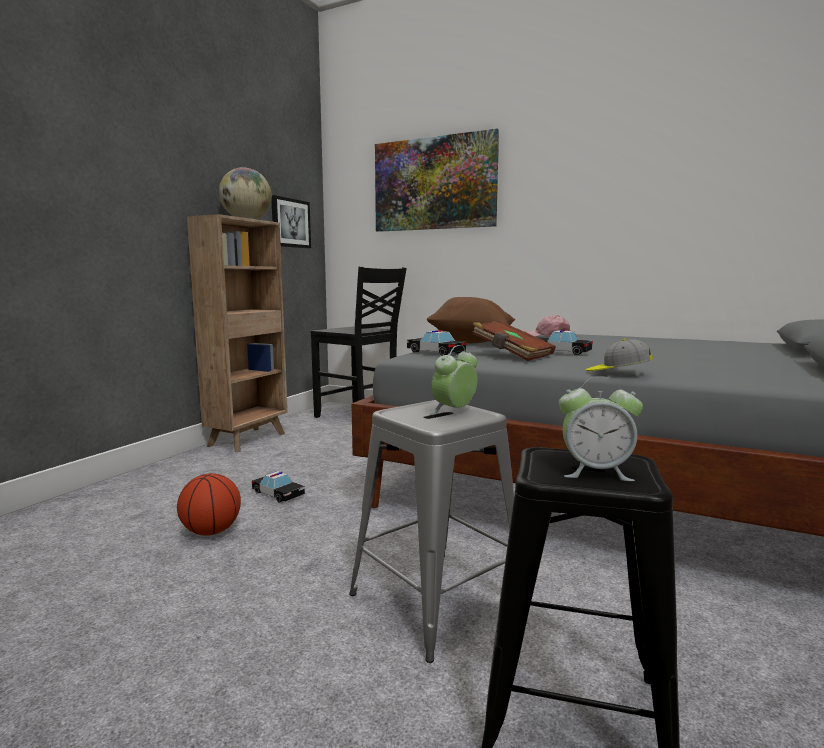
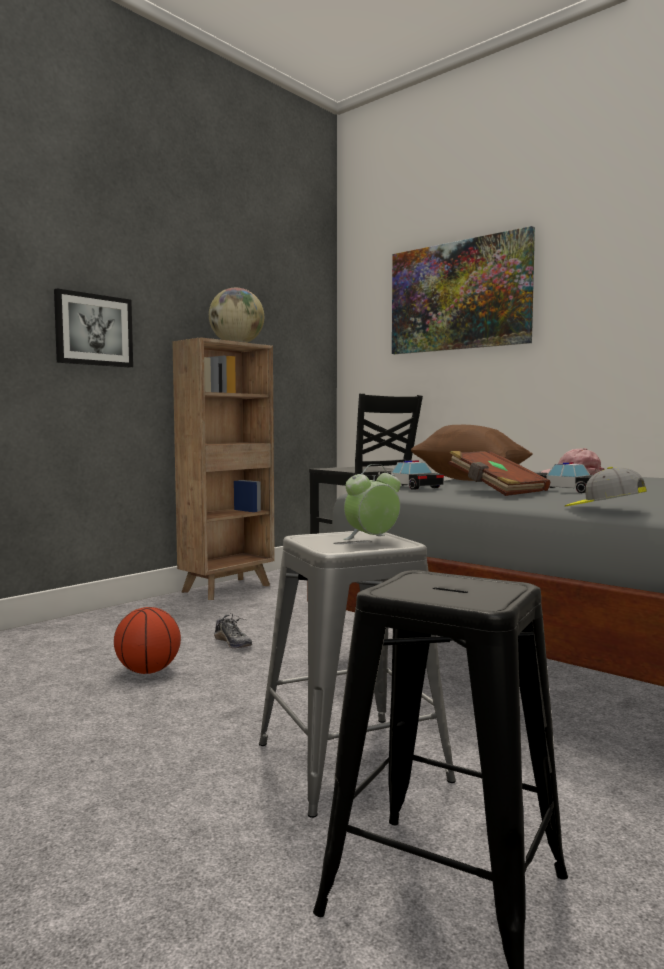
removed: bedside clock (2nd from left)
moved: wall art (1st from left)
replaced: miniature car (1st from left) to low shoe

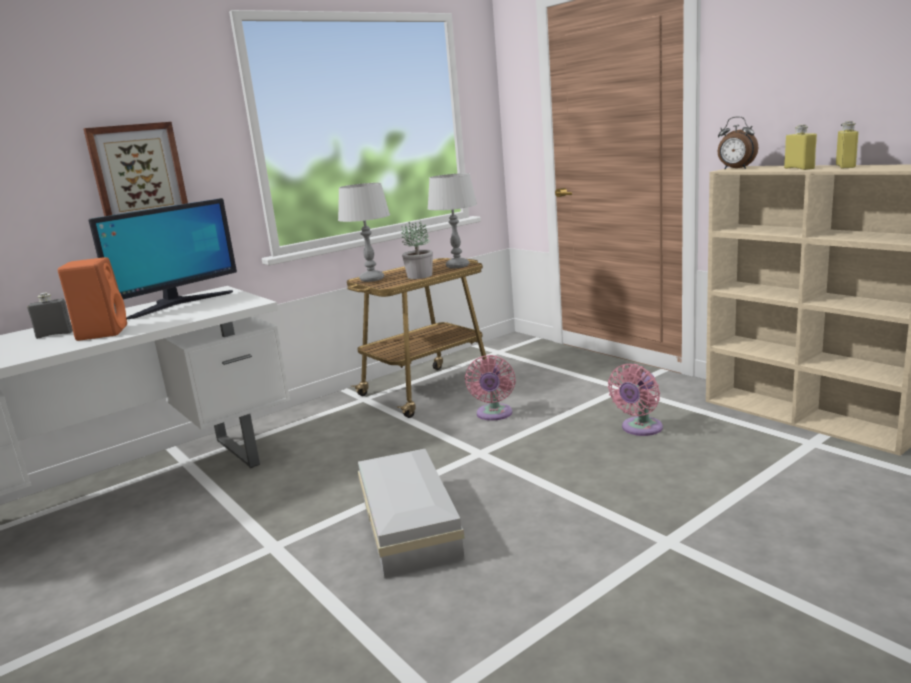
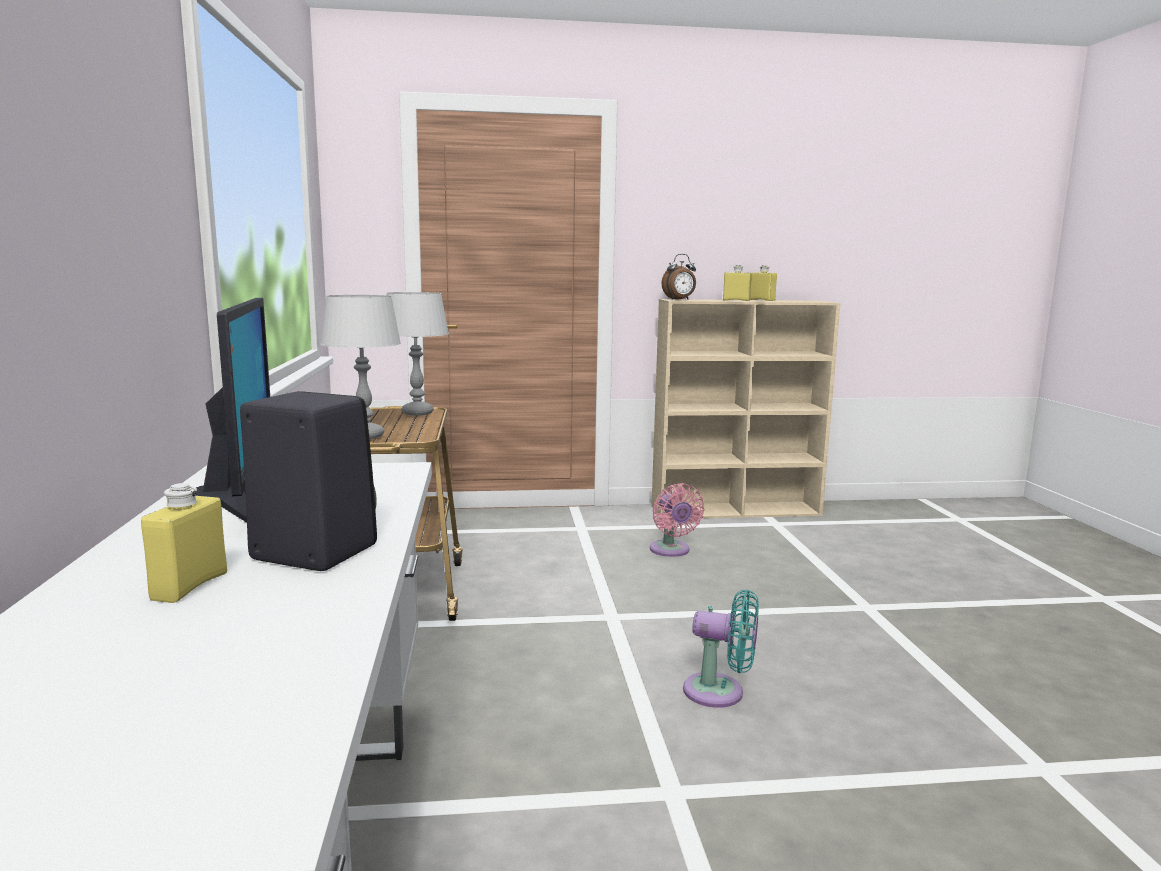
removed: wall art; plant in a pot; pinkish cooling fan (1st from left)
replaced: whitish storage container to blue-green cooling fan
recoloured: greyish bottle to yellow-coloured bottle (1st from left); orange loudspeaker to black-coloured loudspeaker

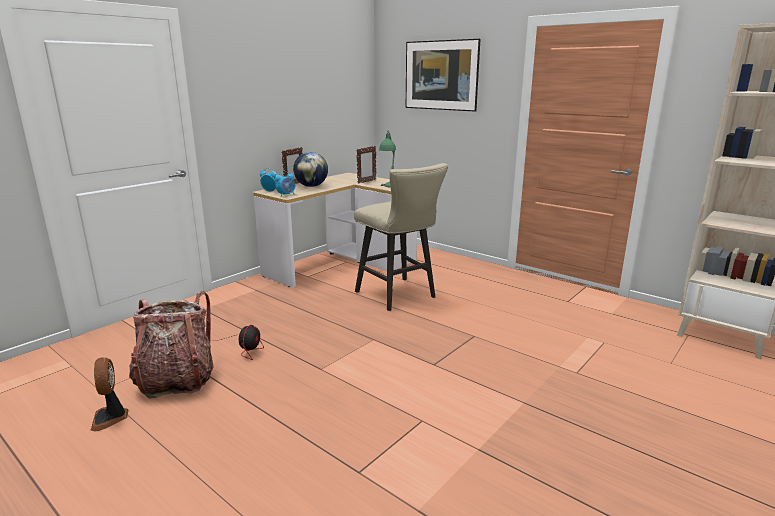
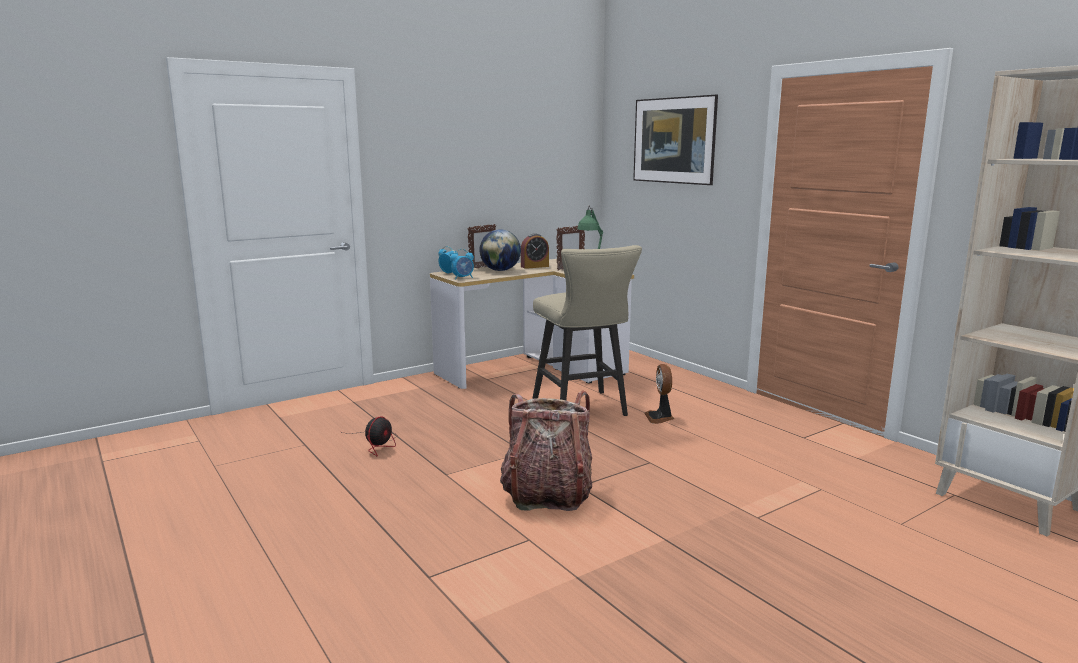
added: bedside clock (3rd from left)
moved: cooling fan (1st from left in the first image) to cooling fan (2nd from left); knapsack

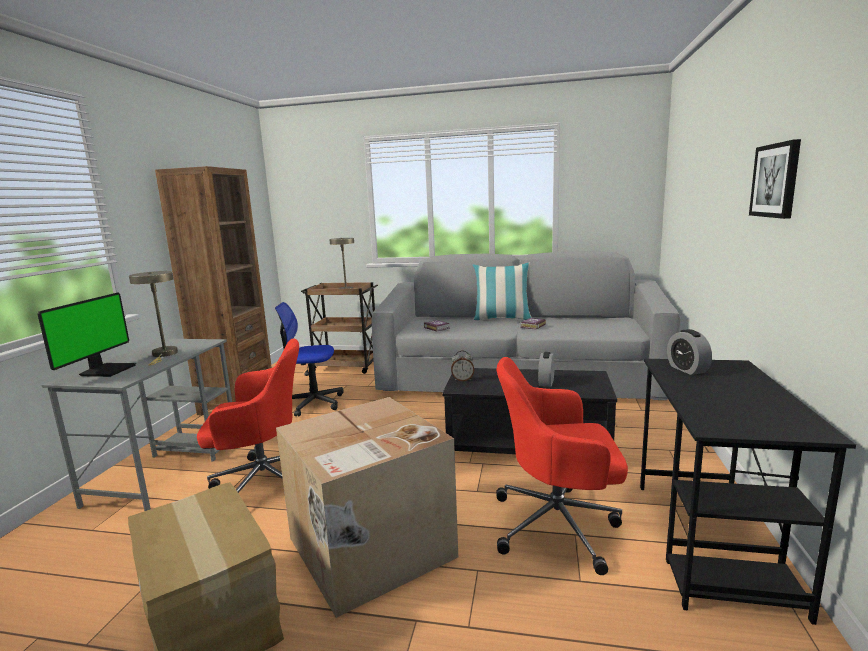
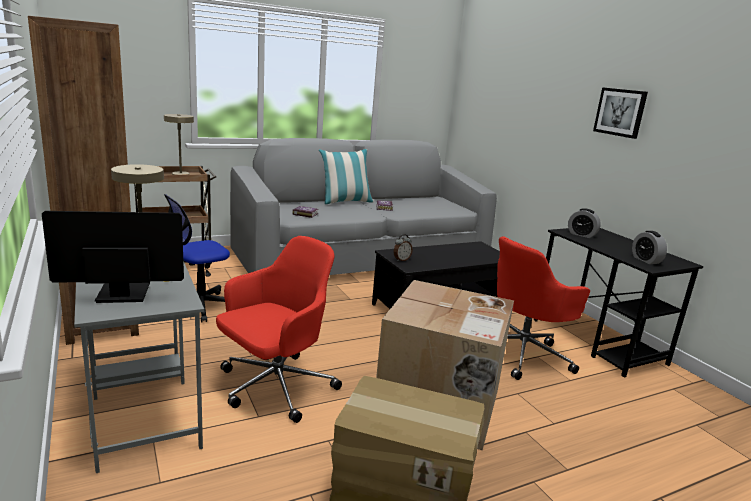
moved: bedside clock (2nd from left in the first image) to bedside clock (3rd from left)
turned: monitor 75 degrees counterclockwise

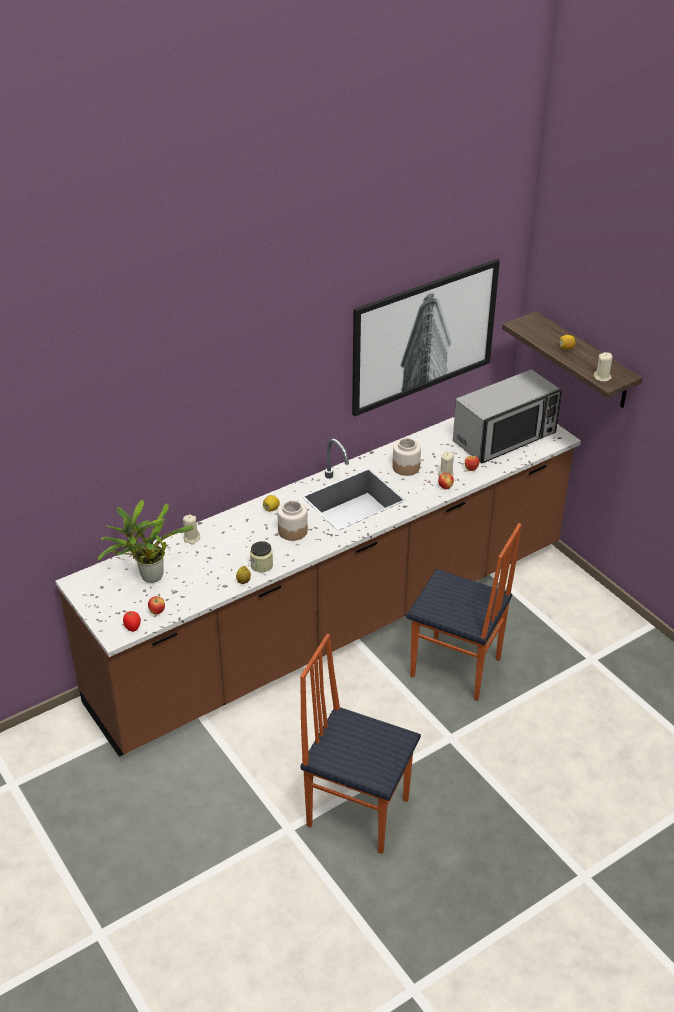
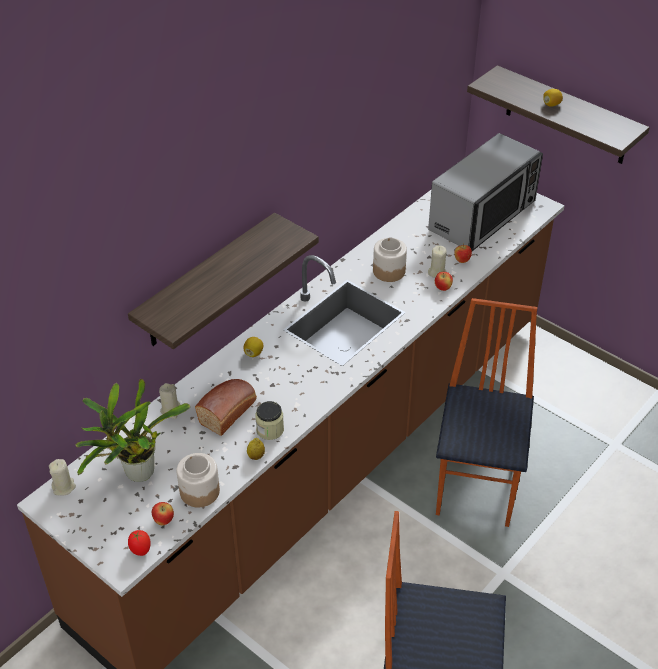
removed: wall art
added: shelf (1st from left); bakery bread
moved: preserve jar (2nd from left in the first image) to preserve jar (1st from left); beige wax candle (3rd from left in the first image) to beige wax candle (1st from left)
turned: chair (2nd from left) 90 degrees counterclockwise

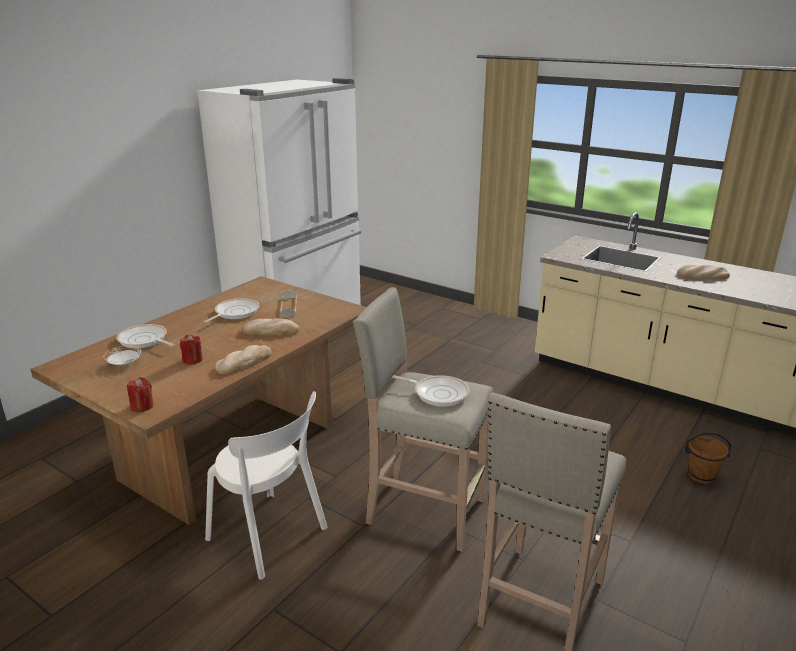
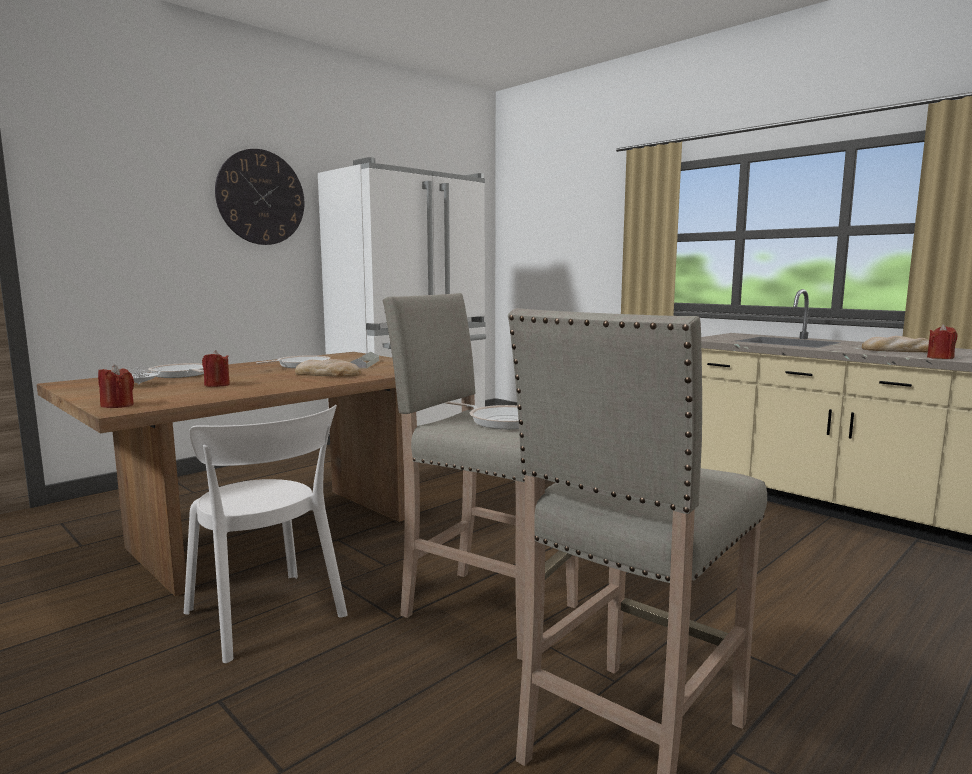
removed: bakery bread (1st from left); brown-coloured bucket
added: hanging clock; red-coloured wax candle (3rd from left)

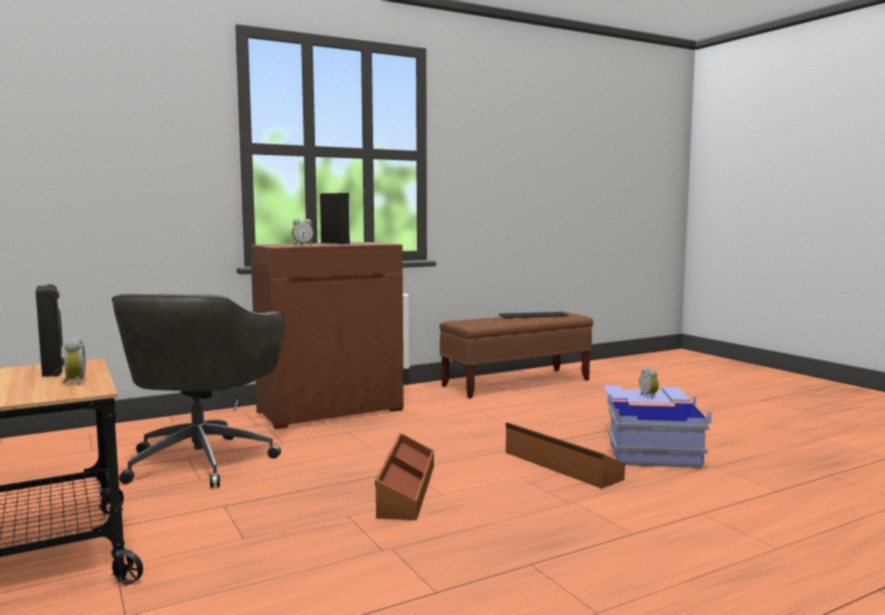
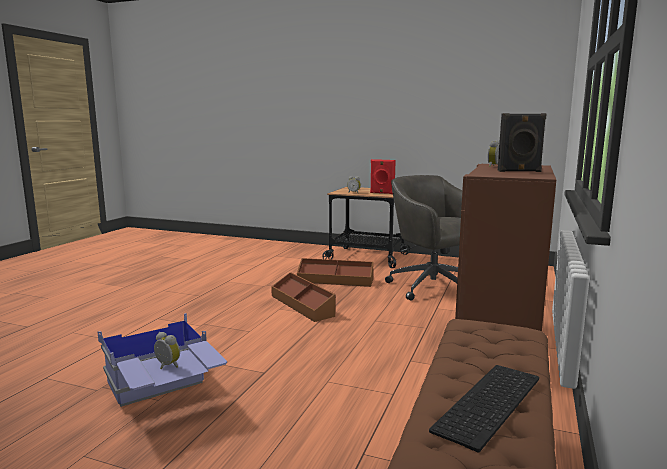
moved: brown-coloured storage container (2nd from left)
recoloured: black-coloured loudspeaker (1st from left) to red-coloured loudspeaker

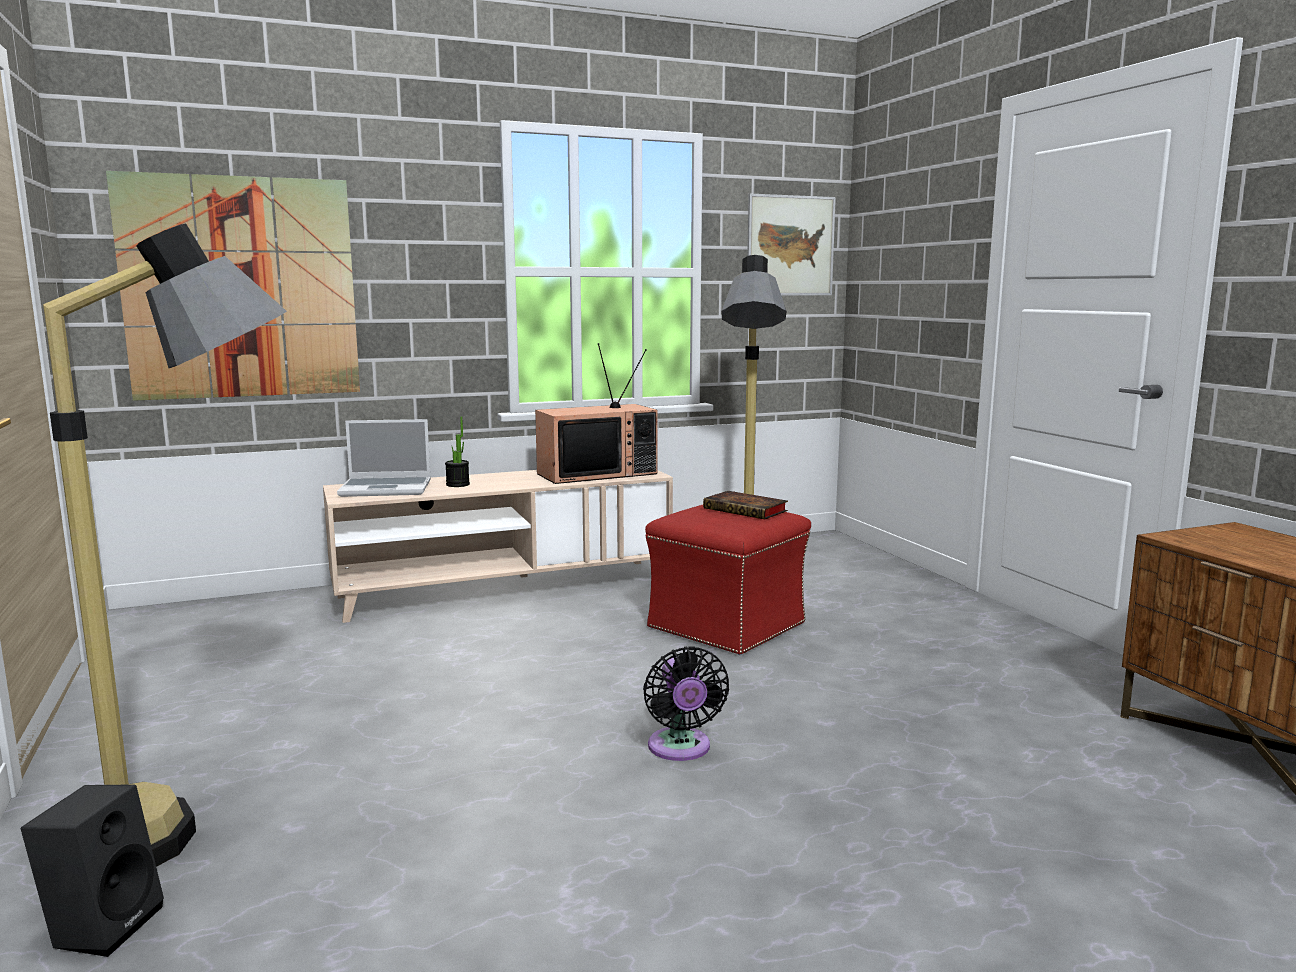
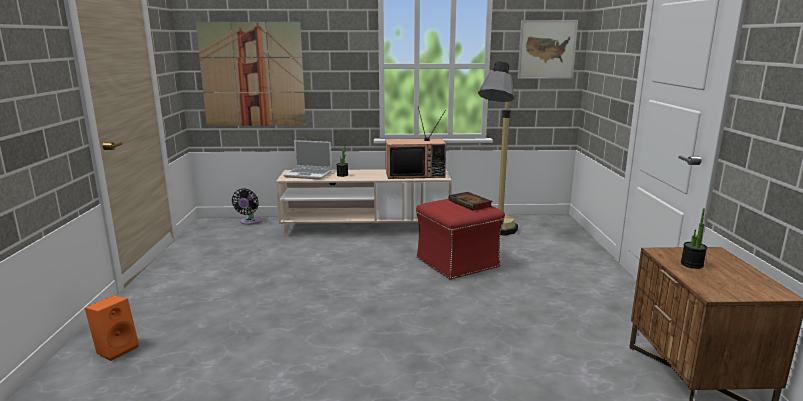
removed: standard lamp (1st from left)
added: plant in a pot (2nd from left)
moved: black-coloured cooling fan
recoloured: black-coloured loudspeaker to orange loudspeaker

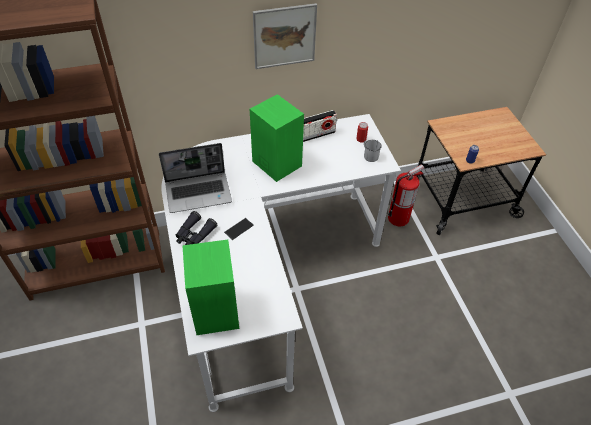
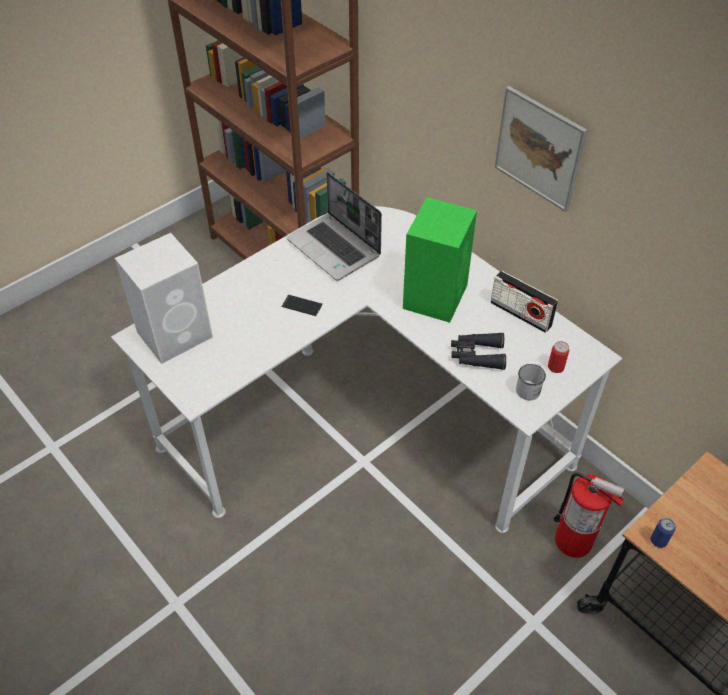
moved: black-coloured binoculars
recoloured: green loudspeaker (1st from left) to whitish loudspeaker

